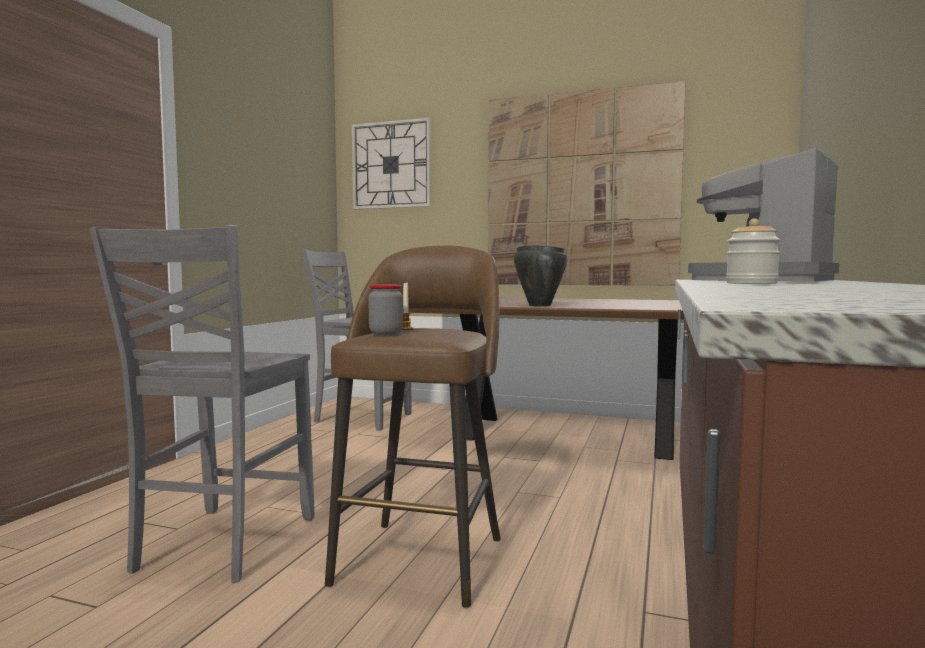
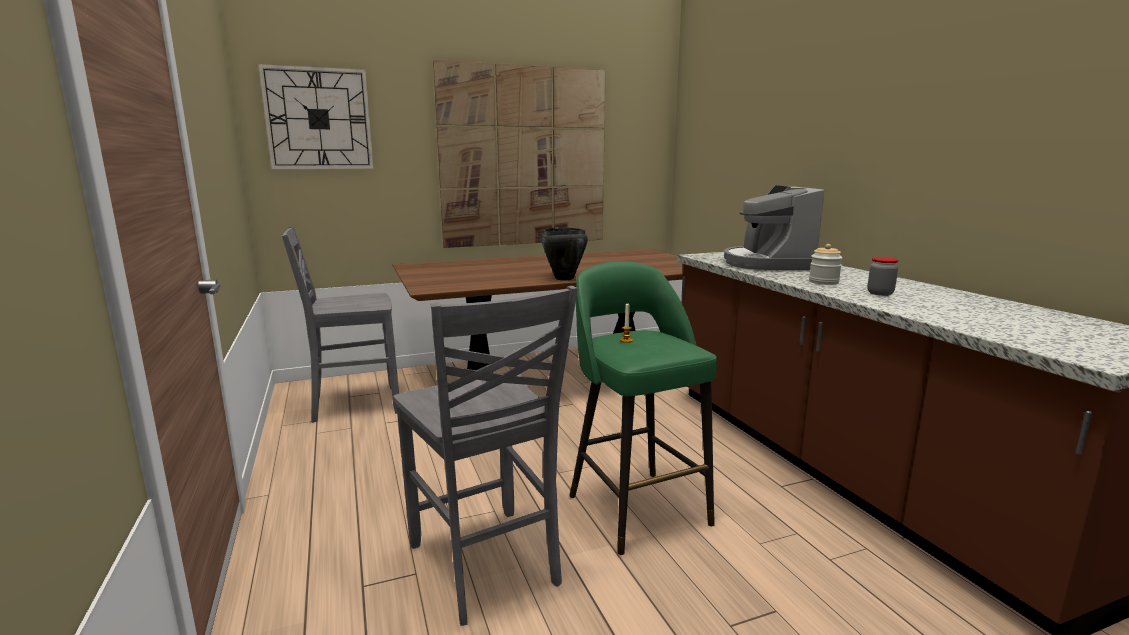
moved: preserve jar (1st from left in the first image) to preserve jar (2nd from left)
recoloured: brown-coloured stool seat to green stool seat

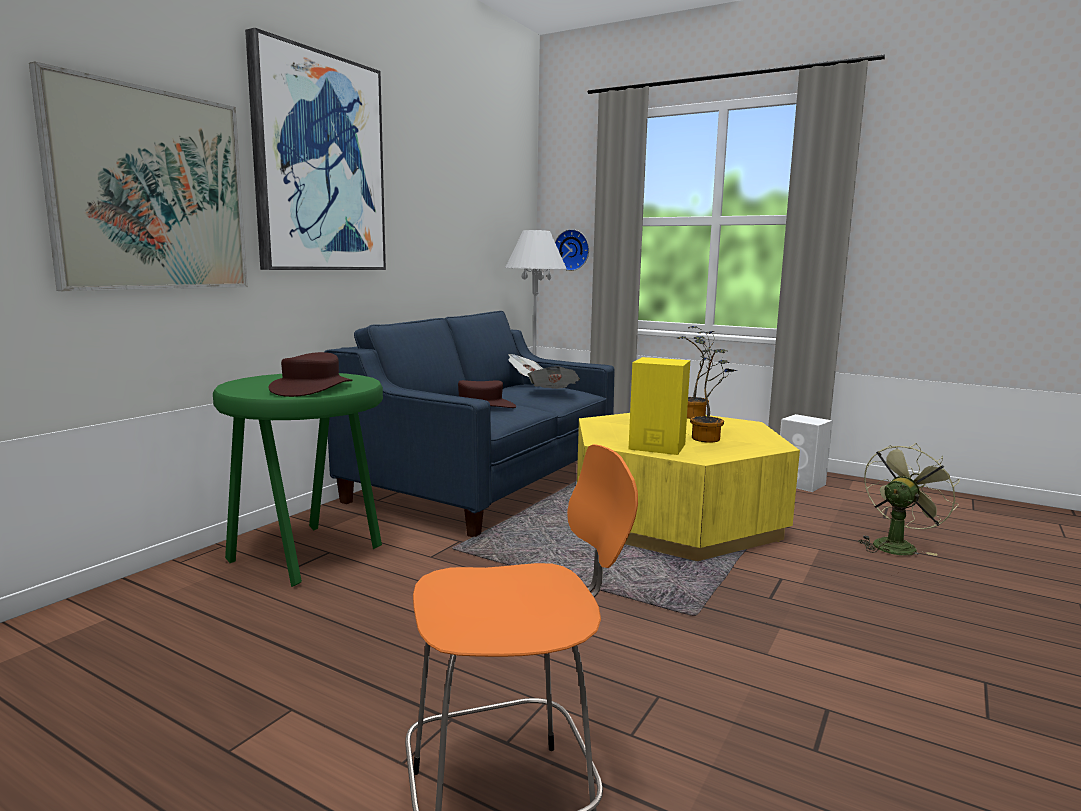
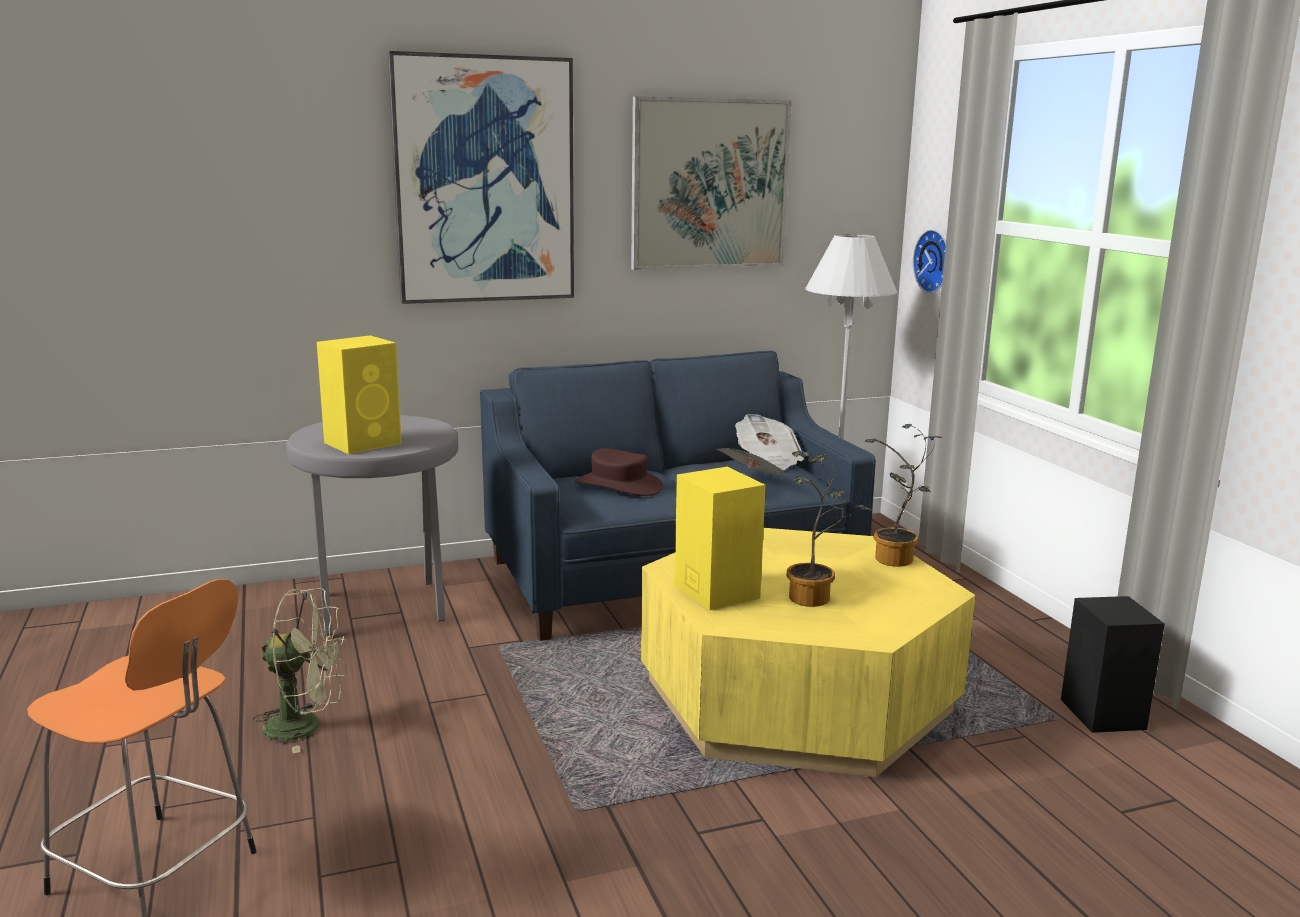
moved: wall art (1st from left in the first image) to wall art (2nd from left); green cooling fan
replaced: brown-coloured hat (1st from left) to yellow-coloured loudspeaker (1st from left)
recoloured: green stool seat to greyish stool seat; whitish loudspeaker to black-coloured loudspeaker

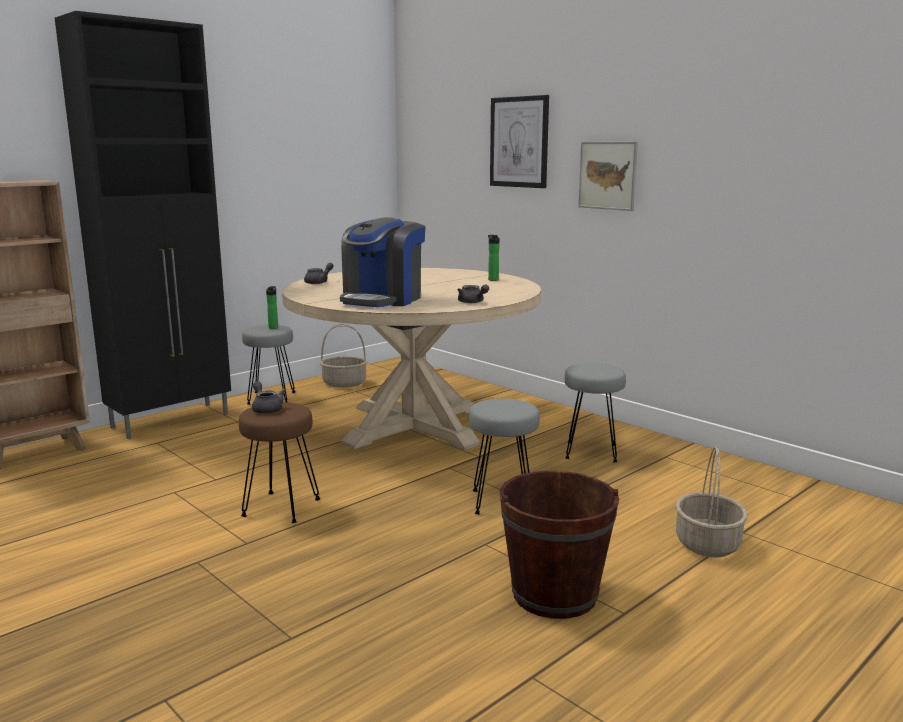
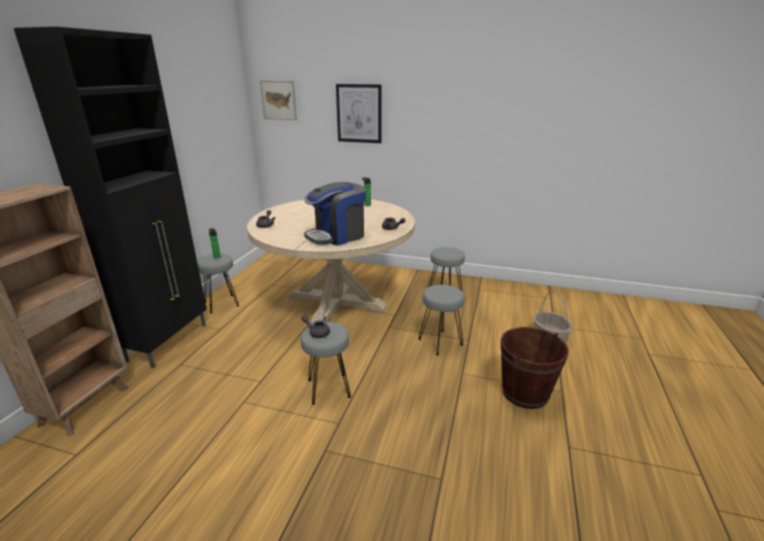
removed: household basket (1st from left)
moved: wall art (2nd from left in the first image) to wall art (1st from left)
recoloured: brown-coloured stool seat to greyish stool seat (2nd from left)
turned: coffee maker 60 degrees clockwise

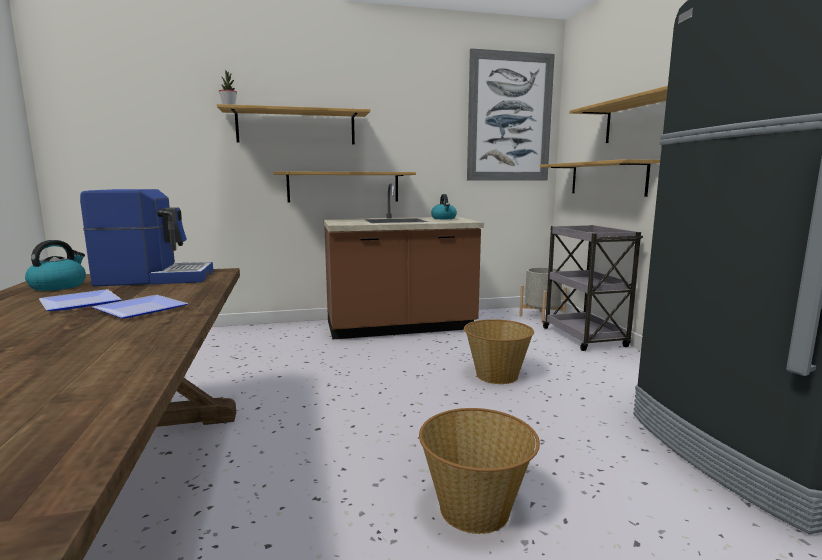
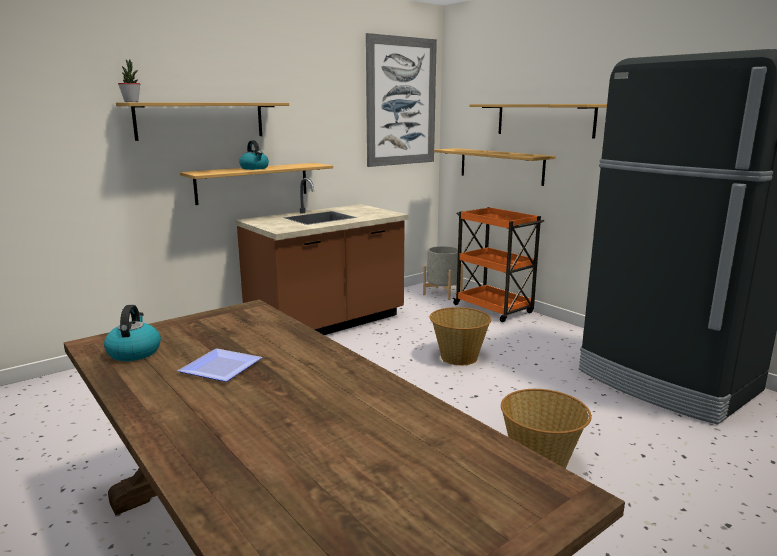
removed: coffee maker; dinner plate (2nd from left)
moved: water kettle (2nd from left)
recoloured: greyish wheeled cart to orange wheeled cart

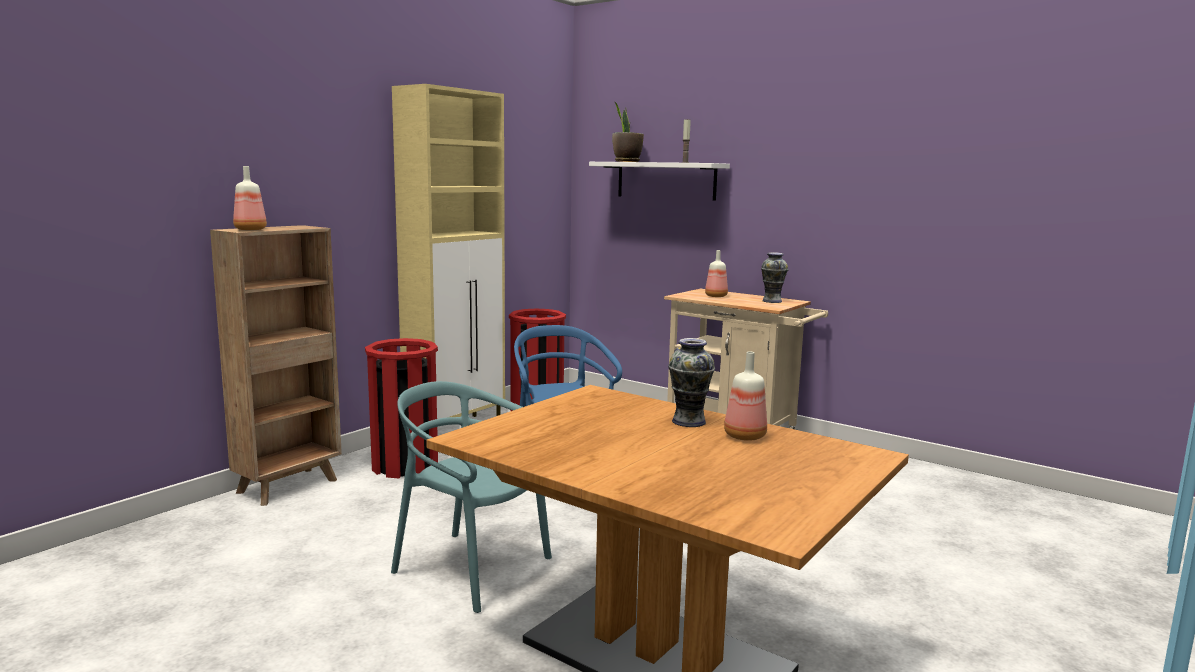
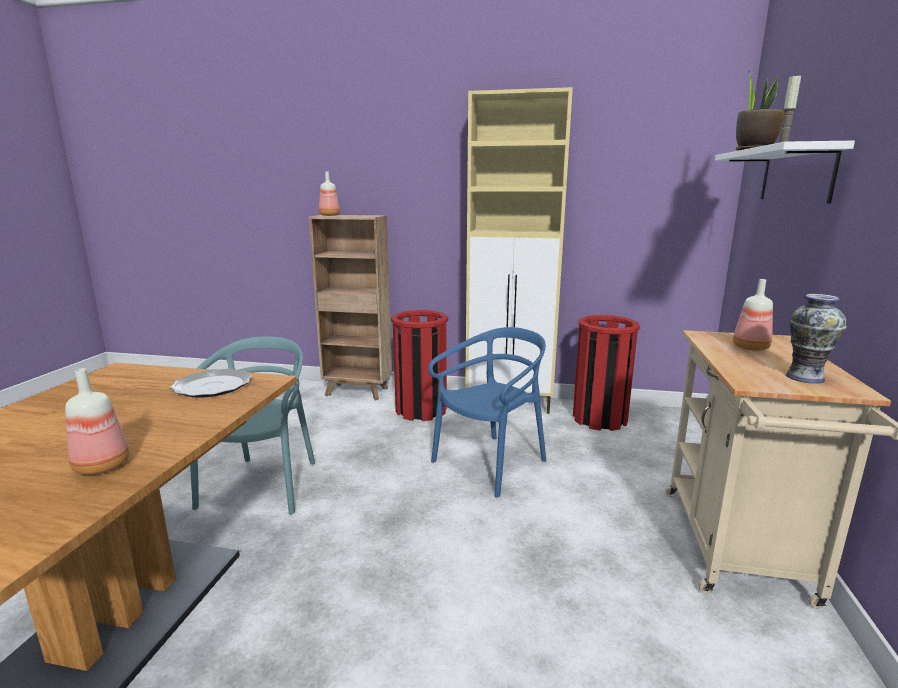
removed: vase (1st from left)
added: dinner plate

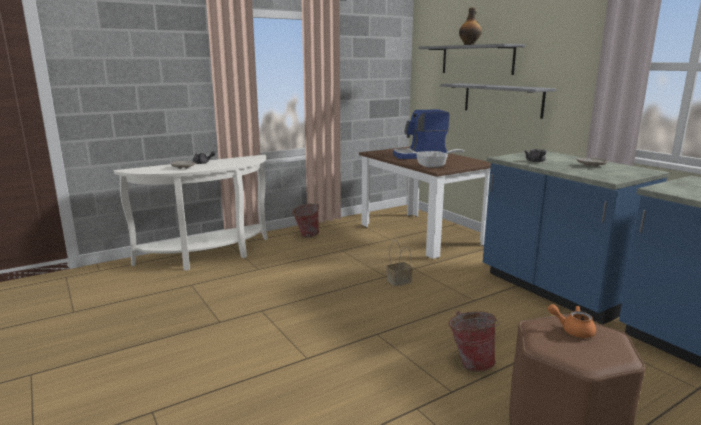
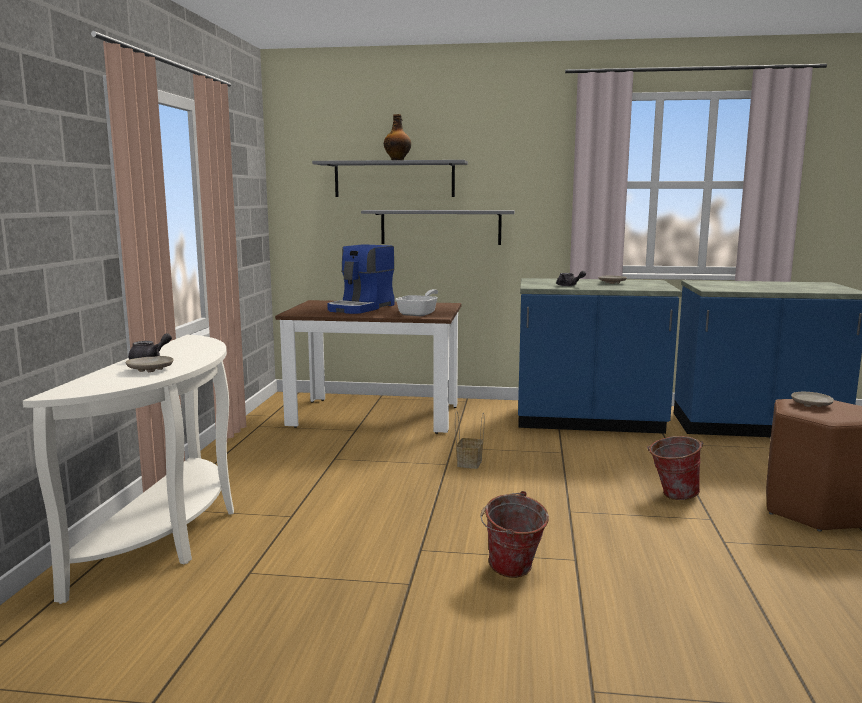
moved: bucket (1st from left)
replaced: orange teapot to beige dinner plate (3rd from left)

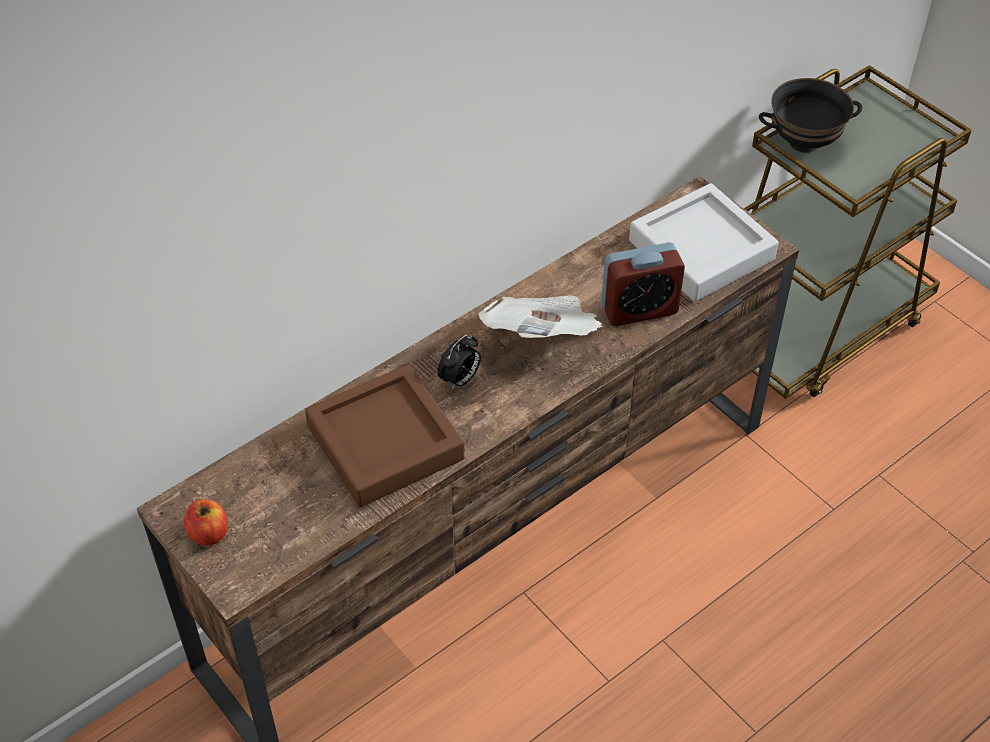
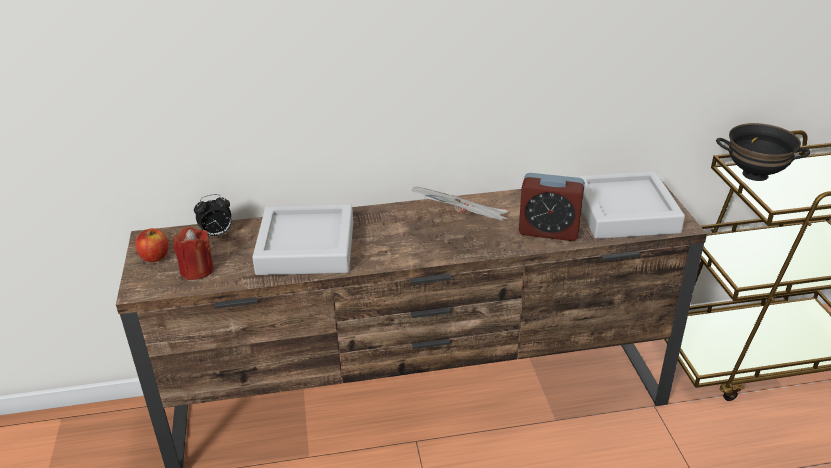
added: red-coloured wax candle
moved: bedside clock (1st from left)
recoloured: brown-coloured carrying tray to greyish carrying tray (1st from left)

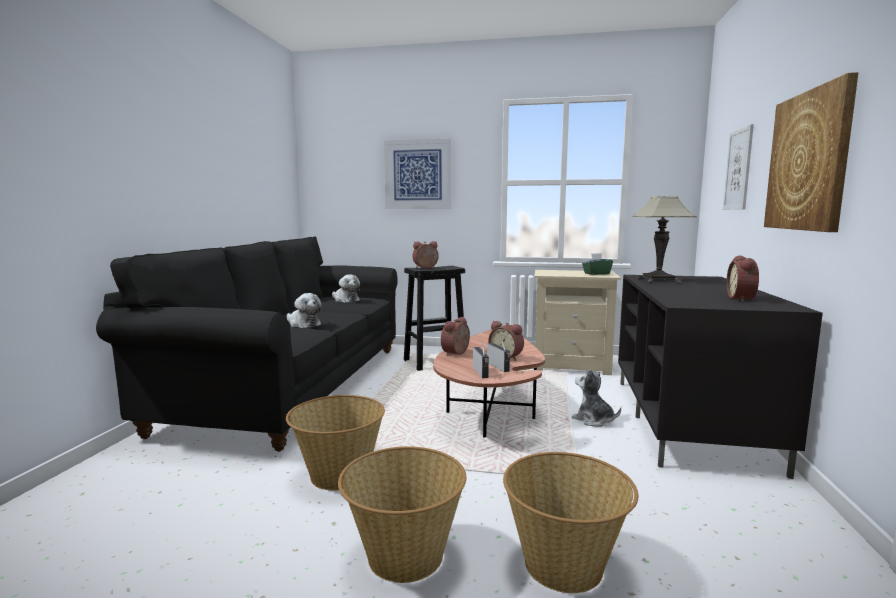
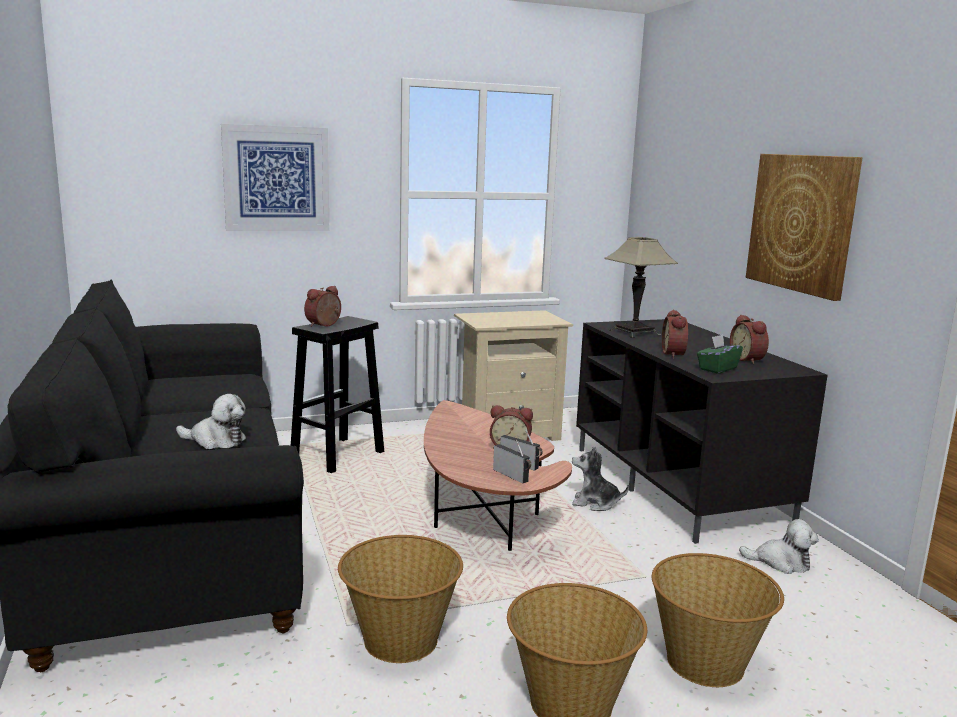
removed: wall art (2nd from left)
moved: soft toy (2nd from left in the first image) to soft toy (3rd from left); bedside clock (2nd from left in the first image) to bedside clock (3rd from left); green box of tissues

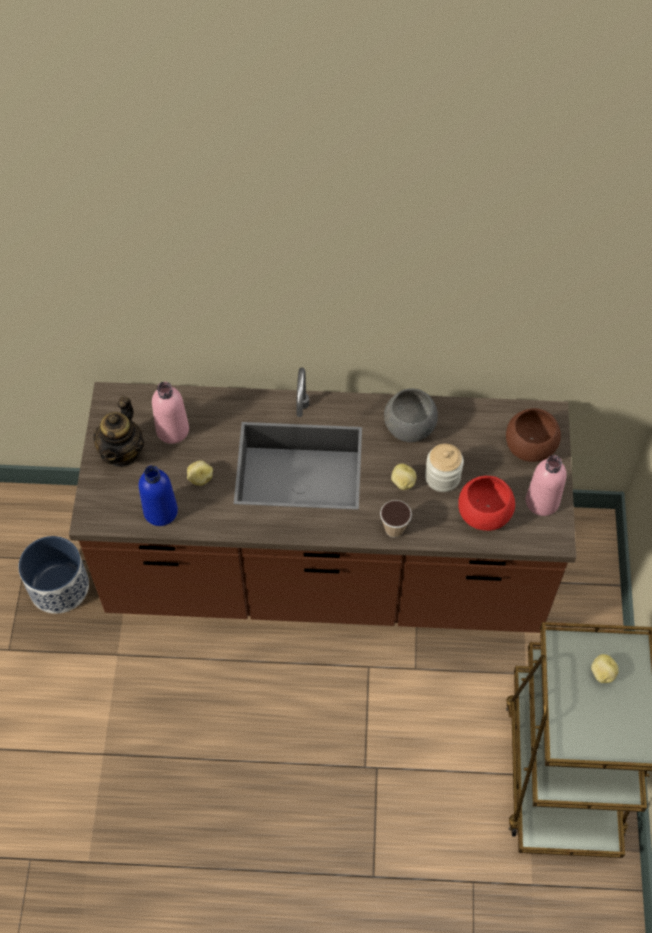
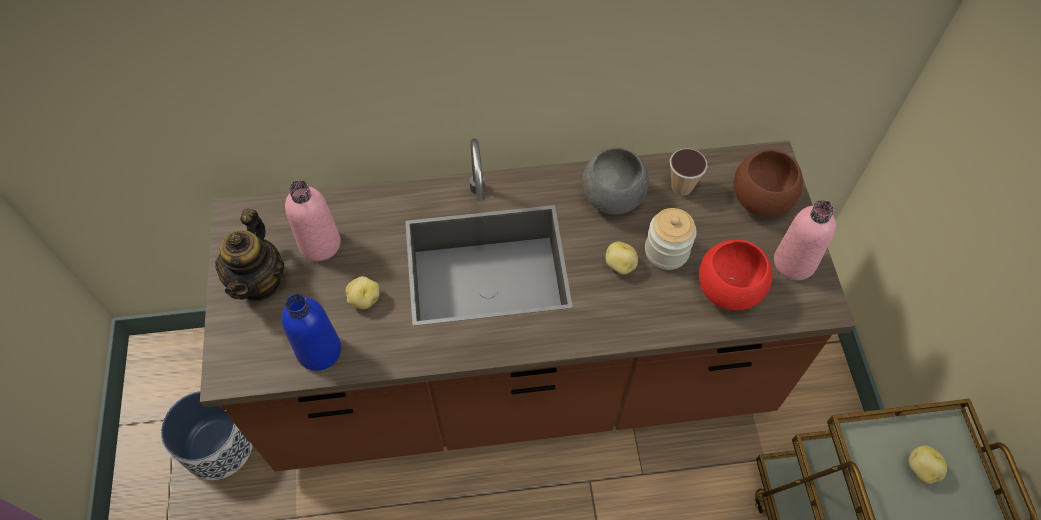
moved: cup

